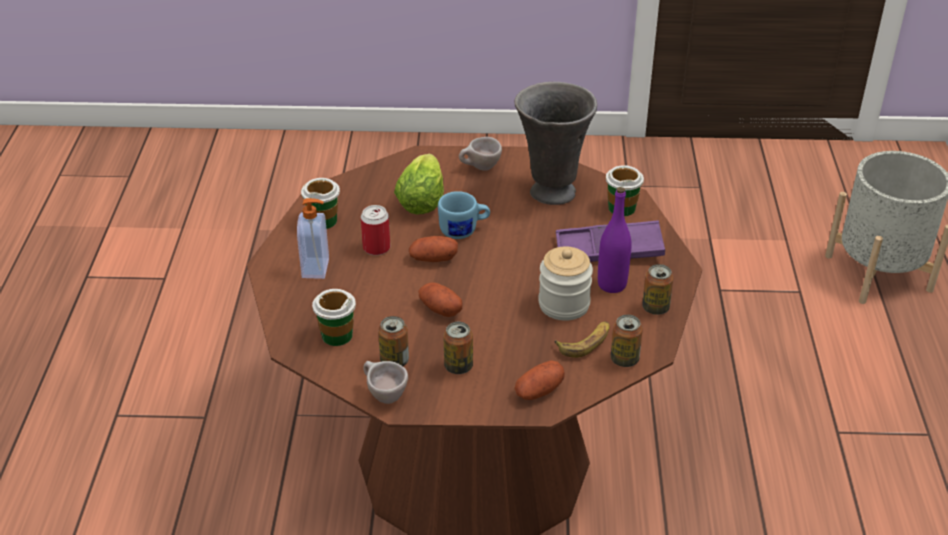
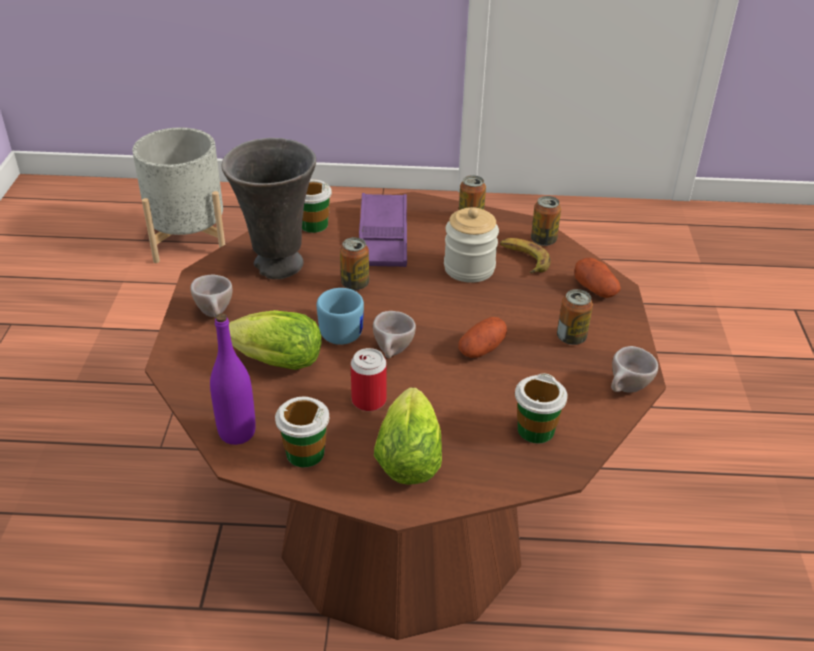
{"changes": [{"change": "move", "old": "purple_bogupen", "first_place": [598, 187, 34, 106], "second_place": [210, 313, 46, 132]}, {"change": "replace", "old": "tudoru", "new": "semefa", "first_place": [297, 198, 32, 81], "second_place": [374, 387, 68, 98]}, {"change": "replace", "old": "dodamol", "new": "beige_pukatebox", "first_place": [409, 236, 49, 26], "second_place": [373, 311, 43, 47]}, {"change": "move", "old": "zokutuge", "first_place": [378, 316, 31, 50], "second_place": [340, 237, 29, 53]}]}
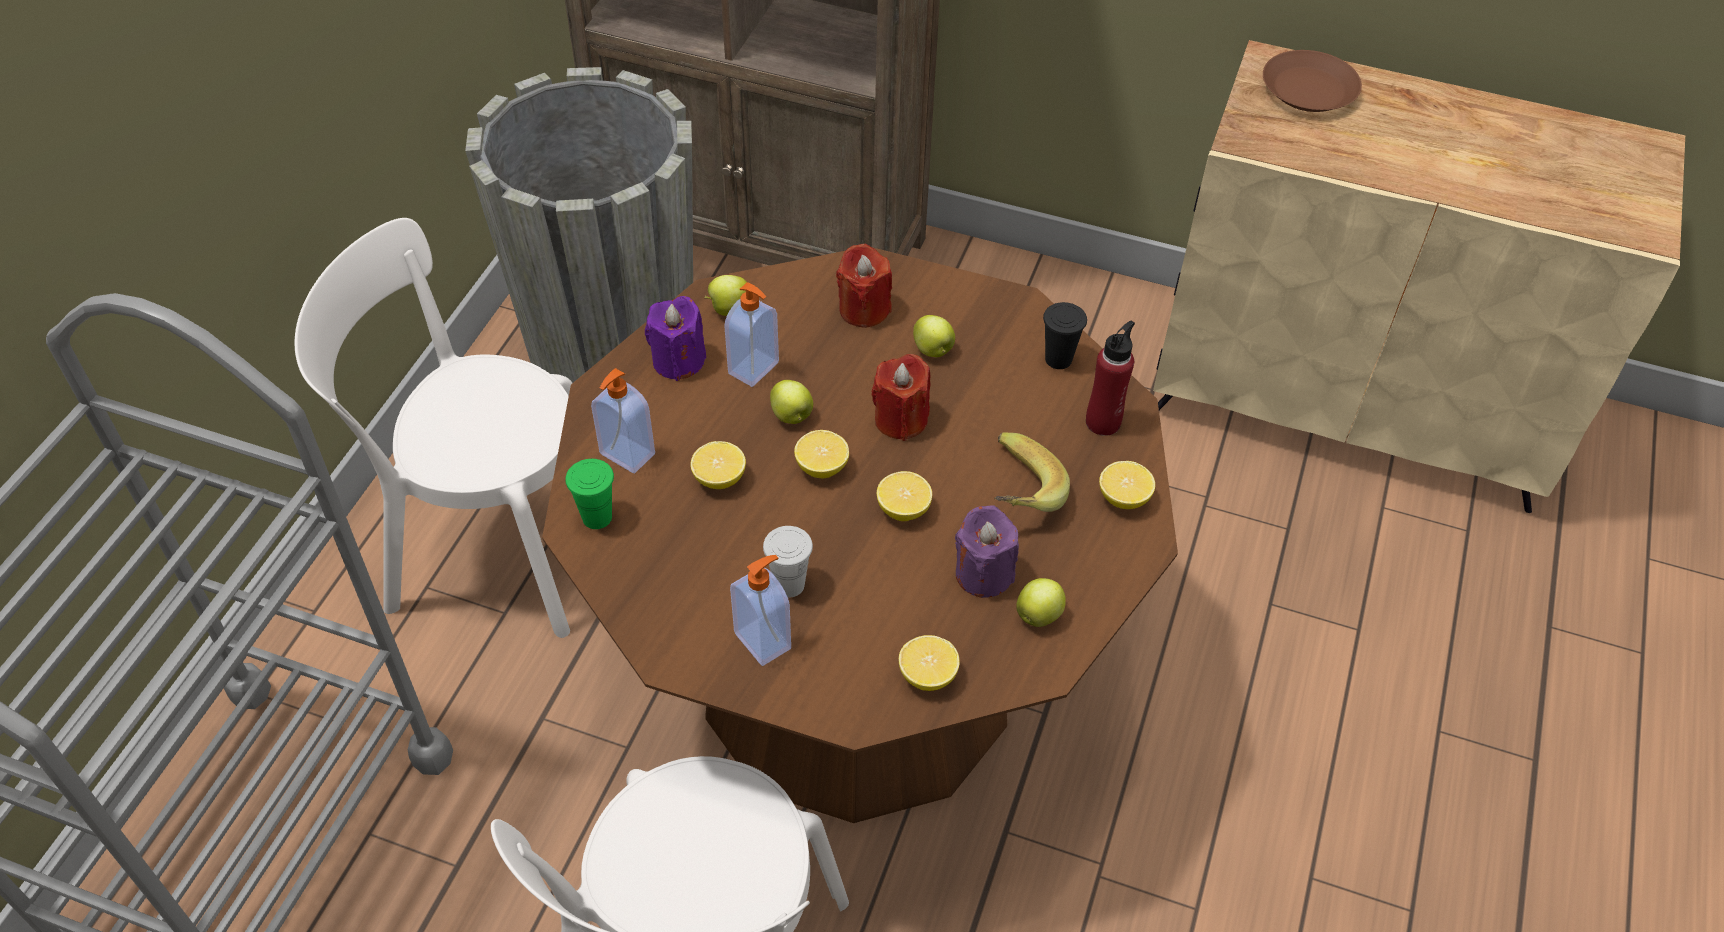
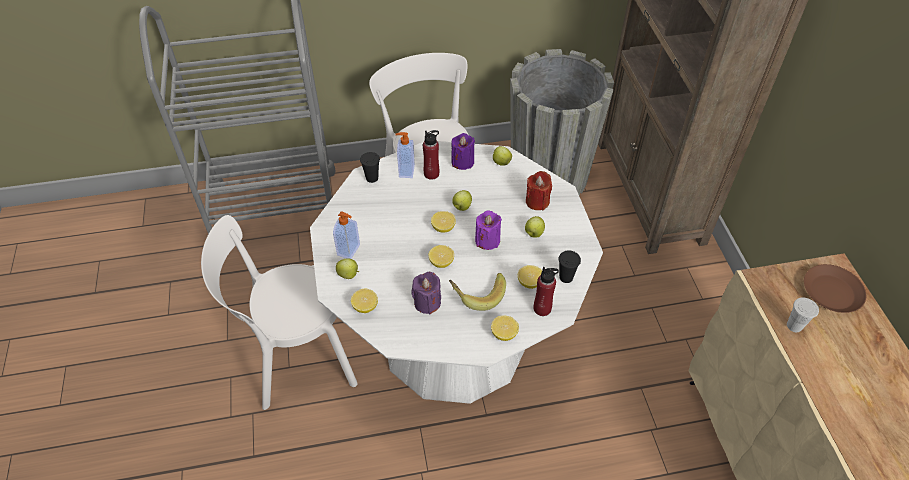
{"changes": [{"change": "recolor", "old": "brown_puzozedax", "new": "white_puzozedax", "first_place": [542, 247, 636, 576], "second_place": [310, 141, 293, 263]}, {"change": "delete", "old": "tudoru", "first_place": [724, 282, 55, 105]}, {"change": "recolor", "old": "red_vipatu", "new": "purple_vipatu", "first_place": [872, 354, 58, 87], "second_place": [475, 210, 27, 40]}, {"change": "move", "old": "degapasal", "first_place": [690, 441, 56, 48], "second_place": [518, 265, 24, 24]}, {"change": "recolor", "old": "green_pukatebox", "new": "black_pukatebox", "first_place": [565, 459, 49, 70], "second_place": [360, 152, 20, 31]}, {"change": "move", "old": "white_pukatebox", "first_place": [763, 526, 50, 72], "second_place": [787, 298, 32, 34]}, {"change": "move", "old": "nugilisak", "first_place": [1016, 578, 50, 49], "second_place": [336, 259, 23, 20]}, {"change": "insert", "new": "red_bogupen", "second_place": [423, 130, 16, 50]}]}
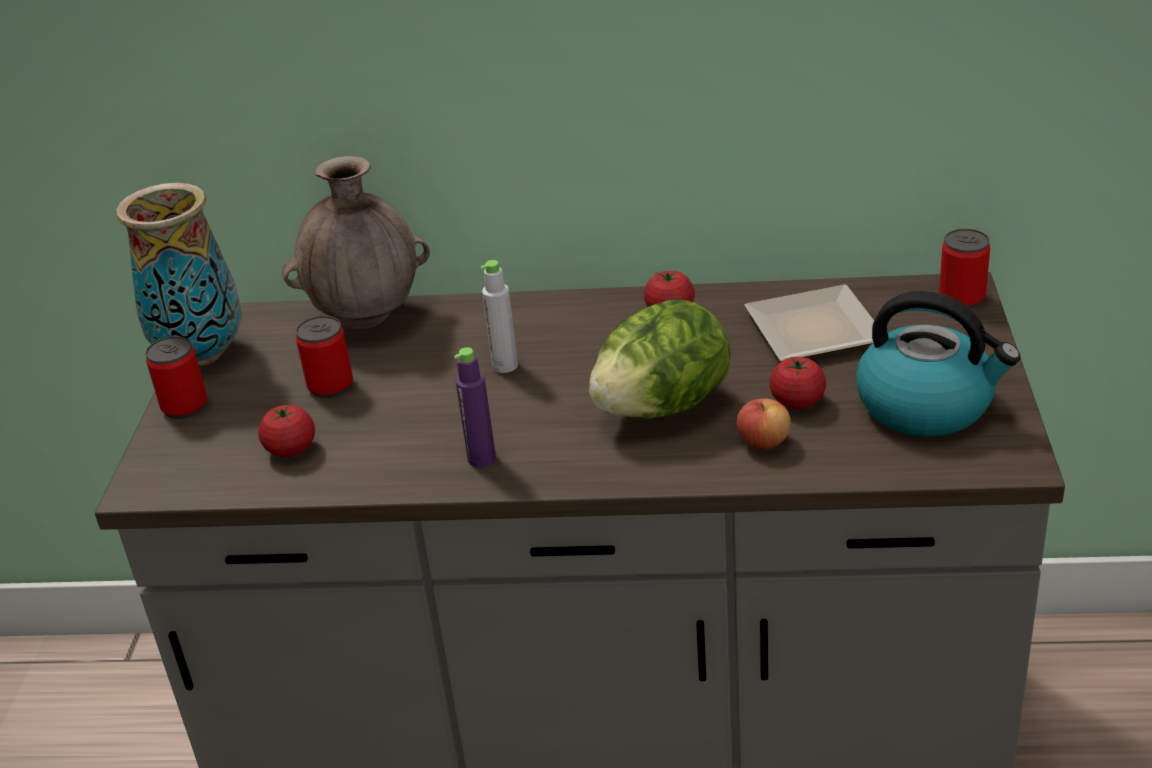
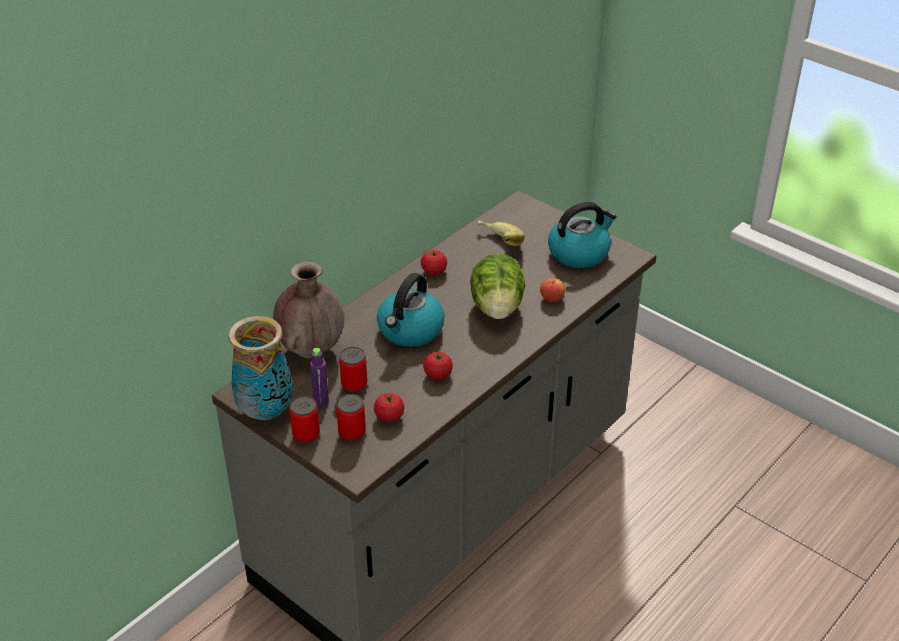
{"changes": [{"change": "move", "old": "zokutuge", "first_place": [939, 229, 51, 80], "second_place": [336, 394, 30, 47]}, {"change": "replace", "old": "grey_bogupen", "new": "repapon", "first_place": [481, 260, 37, 113], "second_place": [377, 273, 68, 74]}, {"change": "replace", "old": "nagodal", "new": "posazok", "first_place": [745, 285, 129, 77], "second_place": [478, 220, 47, 26]}, {"change": "move", "old": "purple_bogupen", "first_place": [454, 348, 42, 119], "second_place": [310, 348, 19, 59]}, {"change": "move", "old": "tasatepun", "first_place": [769, 357, 57, 52], "second_place": [423, 352, 30, 27]}]}
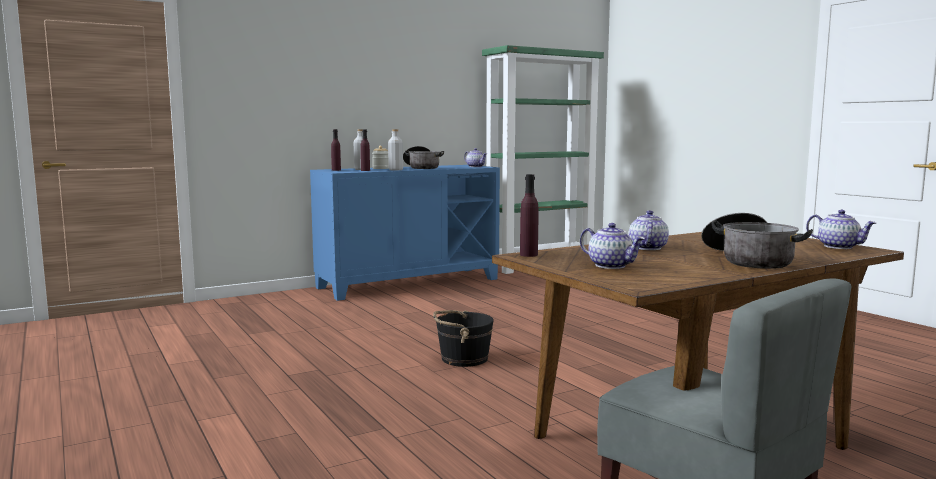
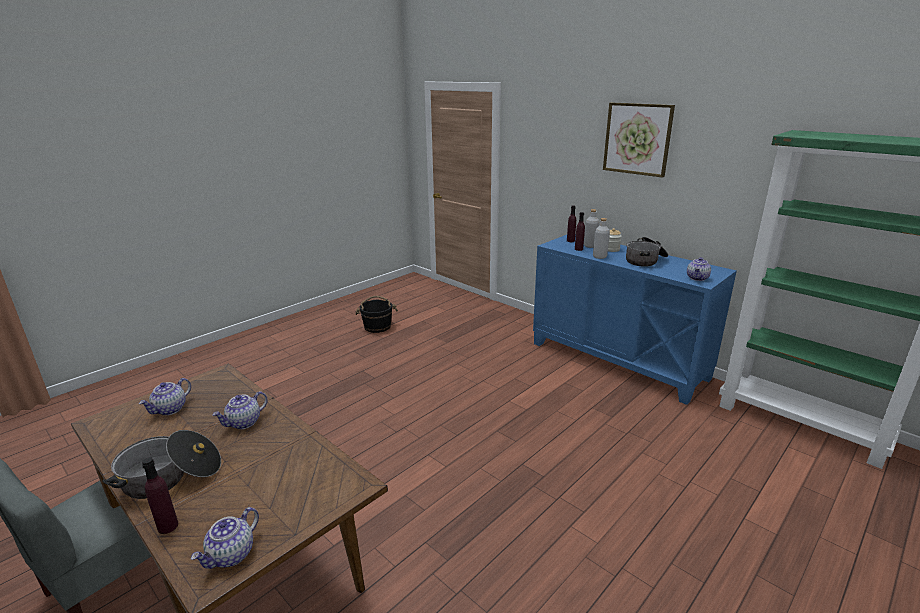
{"changes": [{"change": "move", "old": "purple_bogupen", "first_place": [520, 174, 19, 83], "second_place": [142, 457, 36, 77]}, {"change": "rotate", "old": "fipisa", "first_place": [629, 210, 40, 40], "second_place": [212, 391, 56, 38], "degrees": 135}, {"change": "move", "old": "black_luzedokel", "first_place": [433, 310, 61, 57], "second_place": [355, 296, 43, 37]}, {"change": "insert", "new": "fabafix", "second_place": [603, 103, 72, 75]}]}
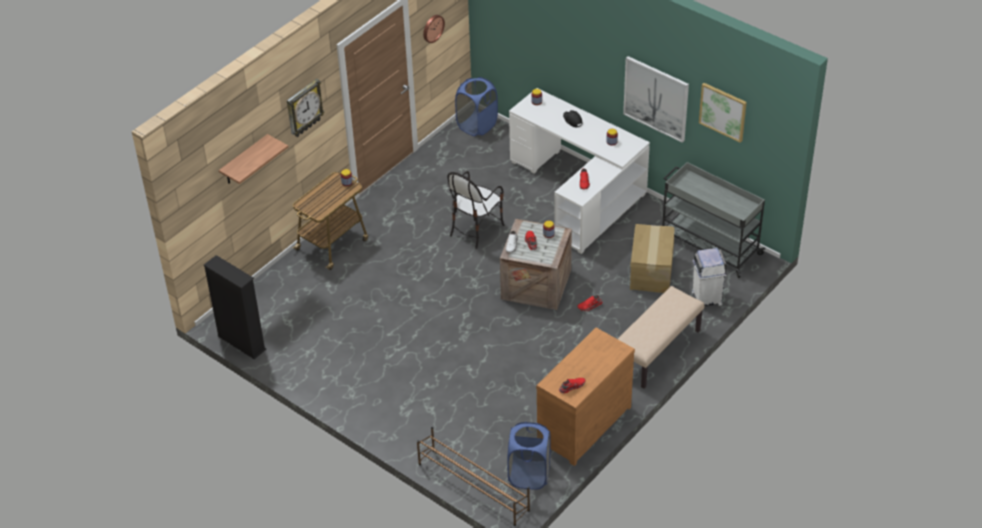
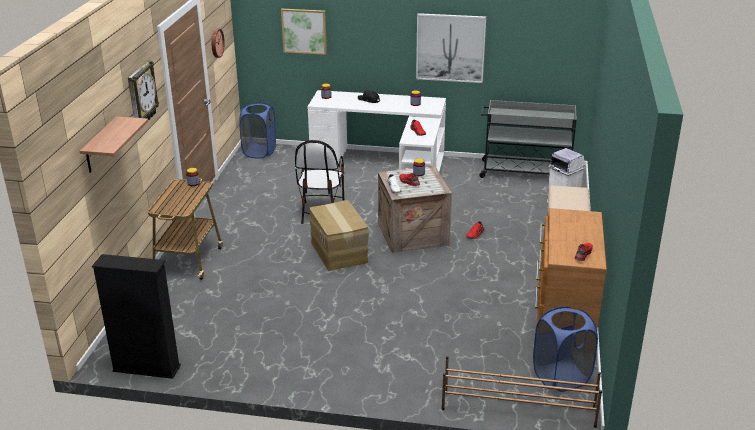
{"changes": [{"change": "move", "old": "fabafix", "first_place": [699, 83, 48, 60], "second_place": [281, 9, 46, 46]}, {"change": "move", "old": "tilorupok", "first_place": [630, 224, 44, 69], "second_place": [309, 200, 60, 71]}]}
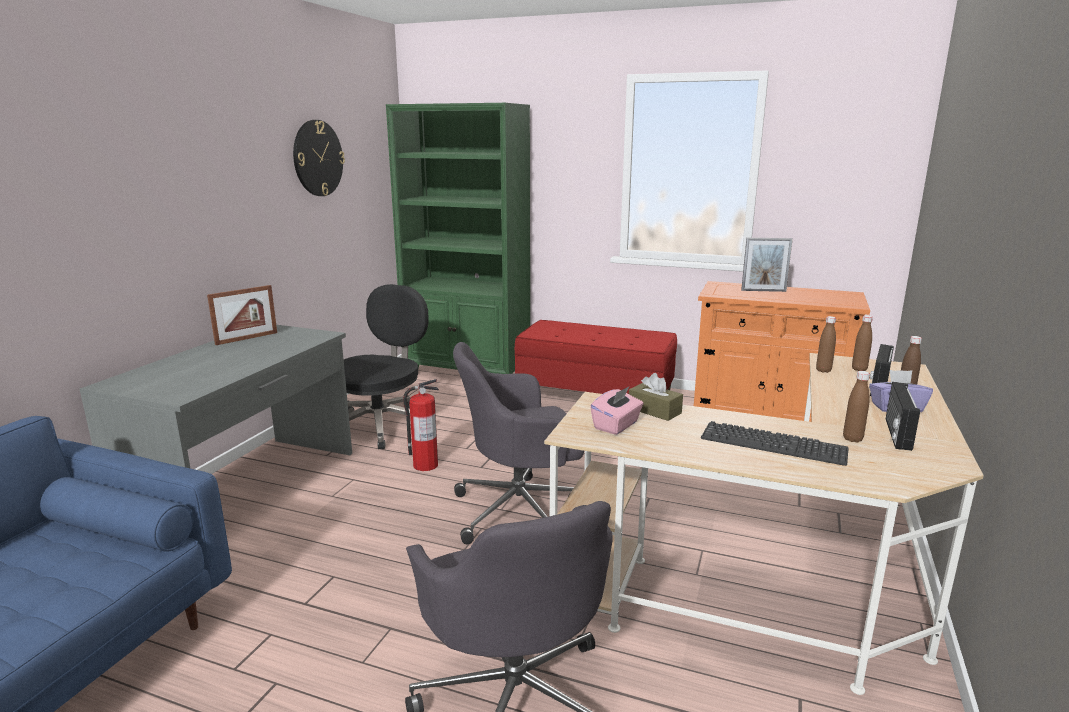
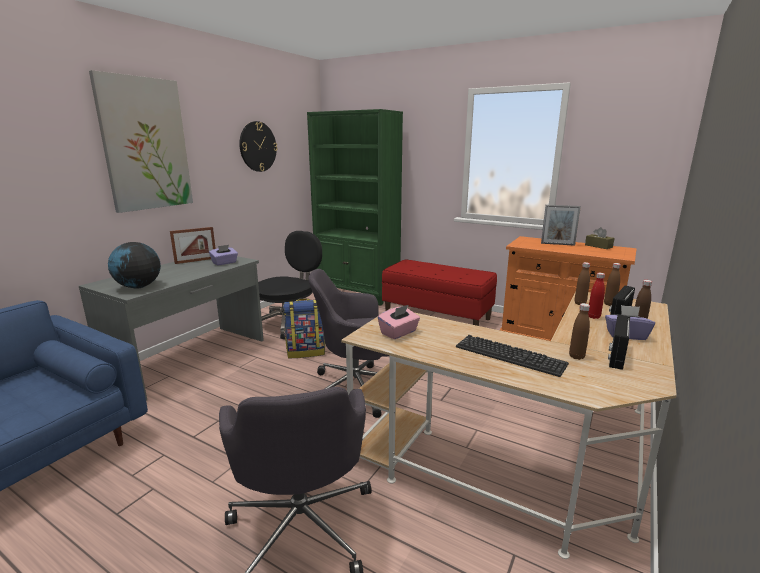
{"changes": [{"change": "move", "old": "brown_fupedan", "first_place": [629, 373, 54, 48], "second_place": [585, 227, 30, 22]}, {"change": "replace", "old": "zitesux", "new": "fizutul", "first_place": [403, 379, 36, 92], "second_place": [283, 298, 42, 60]}, {"change": "insert", "new": "fabafix", "second_place": [89, 70, 104, 143]}, {"change": "insert", "new": "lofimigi", "second_place": [108, 242, 53, 47]}, {"change": "insert", "new": "purple_fupedan", "second_place": [209, 245, 29, 20]}, {"change": "insert", "new": "red_bogupen", "second_place": [588, 273, 17, 46]}]}
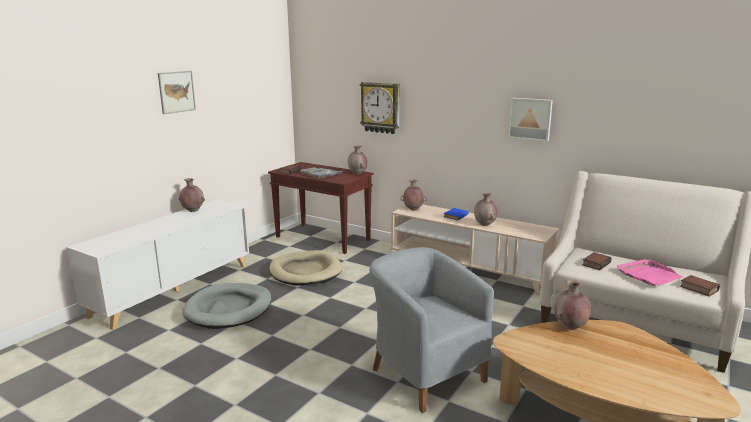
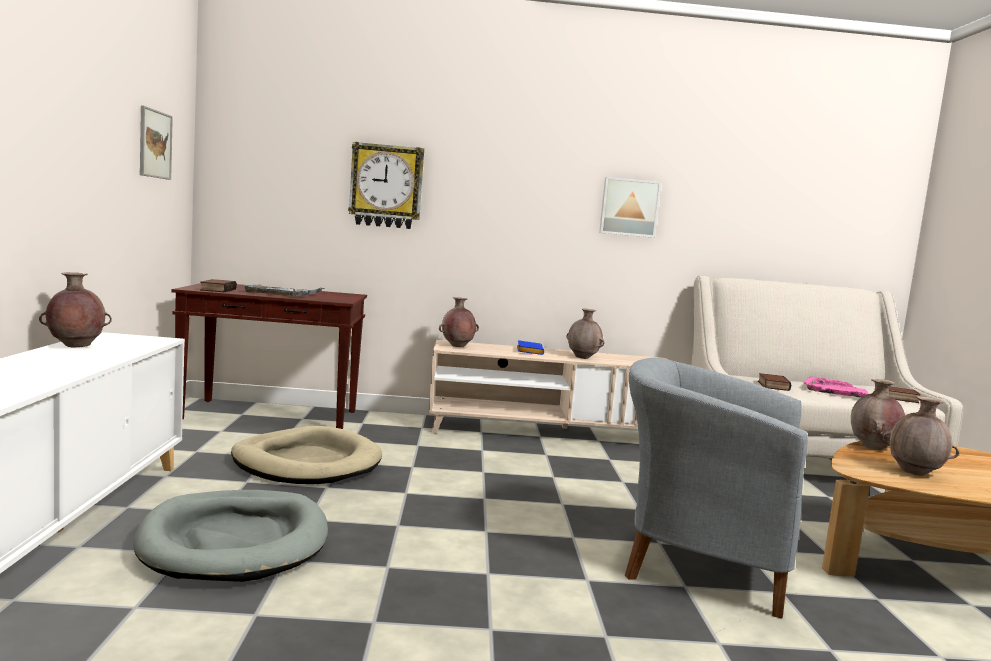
{"changes": [{"change": "move", "old": "fabafix", "first_place": [158, 71, 38, 43], "second_place": [140, 105, 33, 75]}, {"change": "move", "old": "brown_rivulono", "first_place": [347, 145, 21, 30], "second_place": [882, 396, 77, 80]}]}
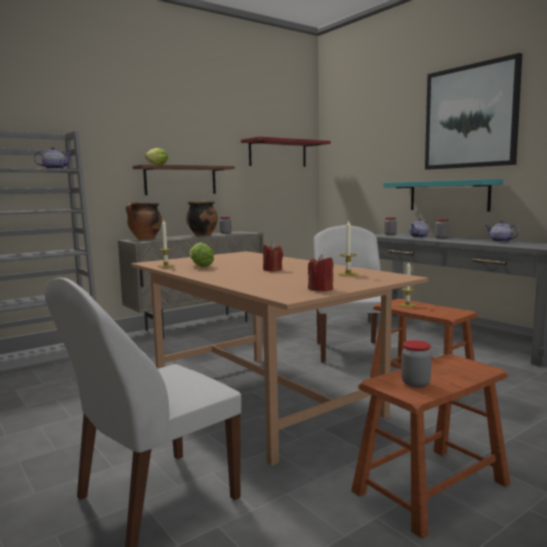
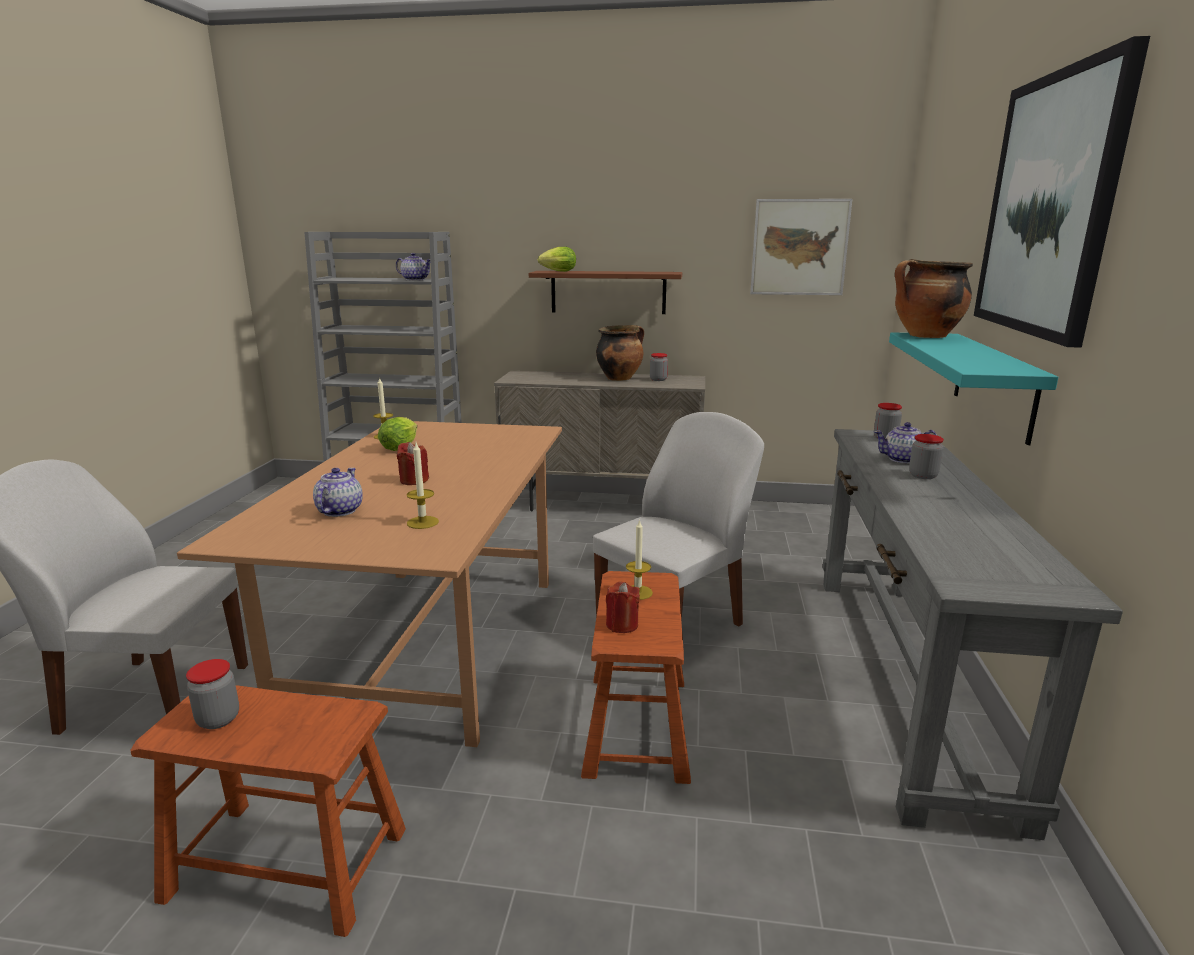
{"changes": [{"change": "replace", "old": "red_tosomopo", "new": "fabafix", "first_place": [241, 137, 90, 30], "second_place": [750, 199, 102, 96]}, {"change": "move", "old": "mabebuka", "first_place": [126, 202, 36, 37], "second_place": [895, 259, 78, 79]}, {"change": "move", "old": "fipisa", "first_place": [485, 221, 34, 21], "second_place": [313, 468, 50, 49]}, {"change": "move", "old": "red_vipatu", "first_place": [308, 254, 26, 37], "second_place": [606, 582, 34, 51]}]}
